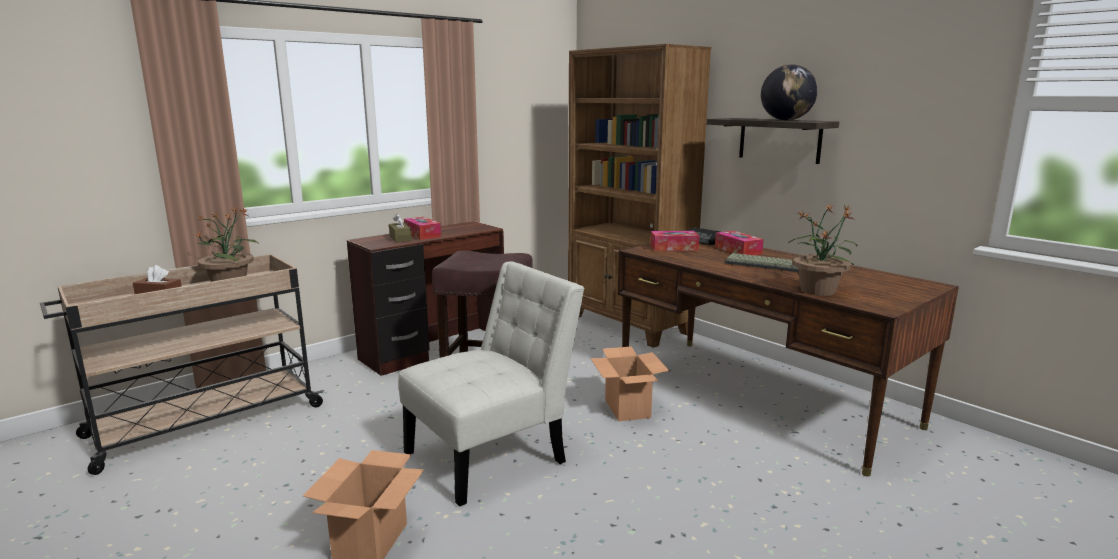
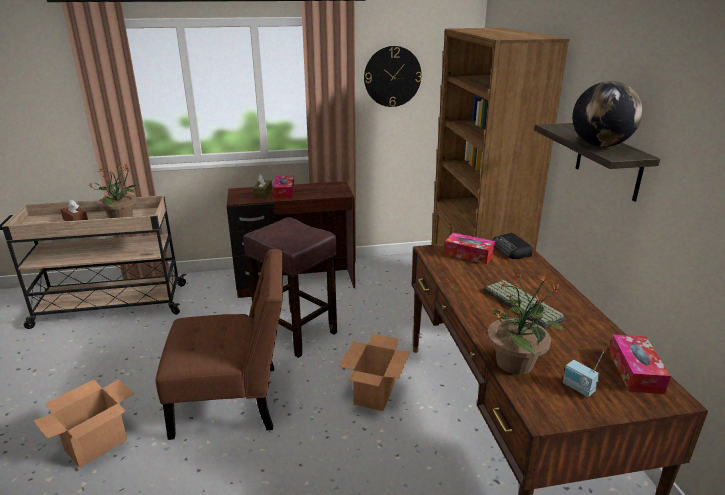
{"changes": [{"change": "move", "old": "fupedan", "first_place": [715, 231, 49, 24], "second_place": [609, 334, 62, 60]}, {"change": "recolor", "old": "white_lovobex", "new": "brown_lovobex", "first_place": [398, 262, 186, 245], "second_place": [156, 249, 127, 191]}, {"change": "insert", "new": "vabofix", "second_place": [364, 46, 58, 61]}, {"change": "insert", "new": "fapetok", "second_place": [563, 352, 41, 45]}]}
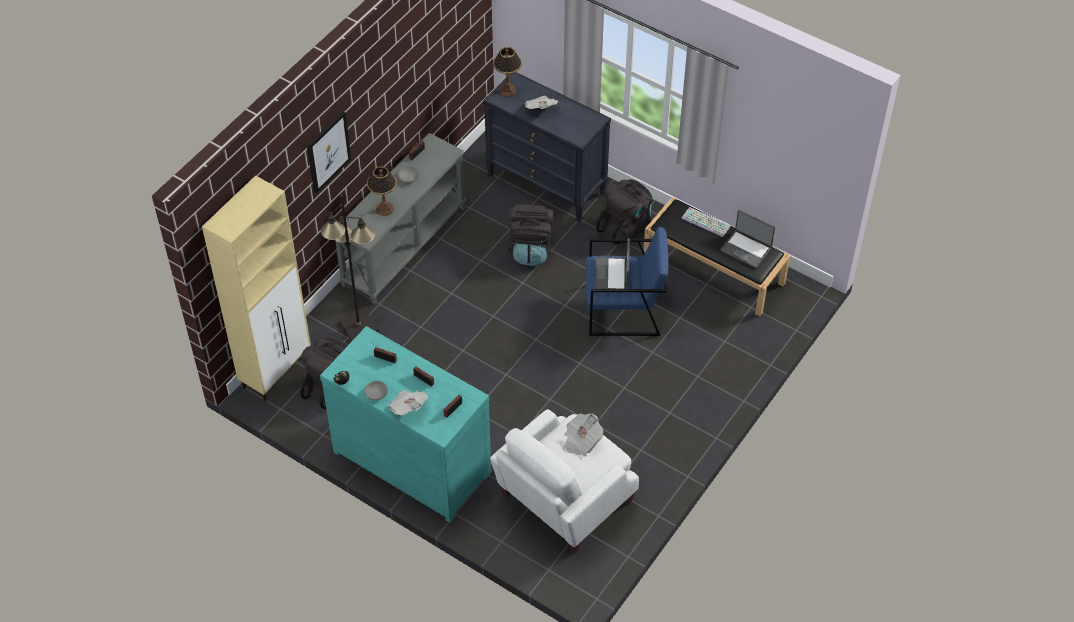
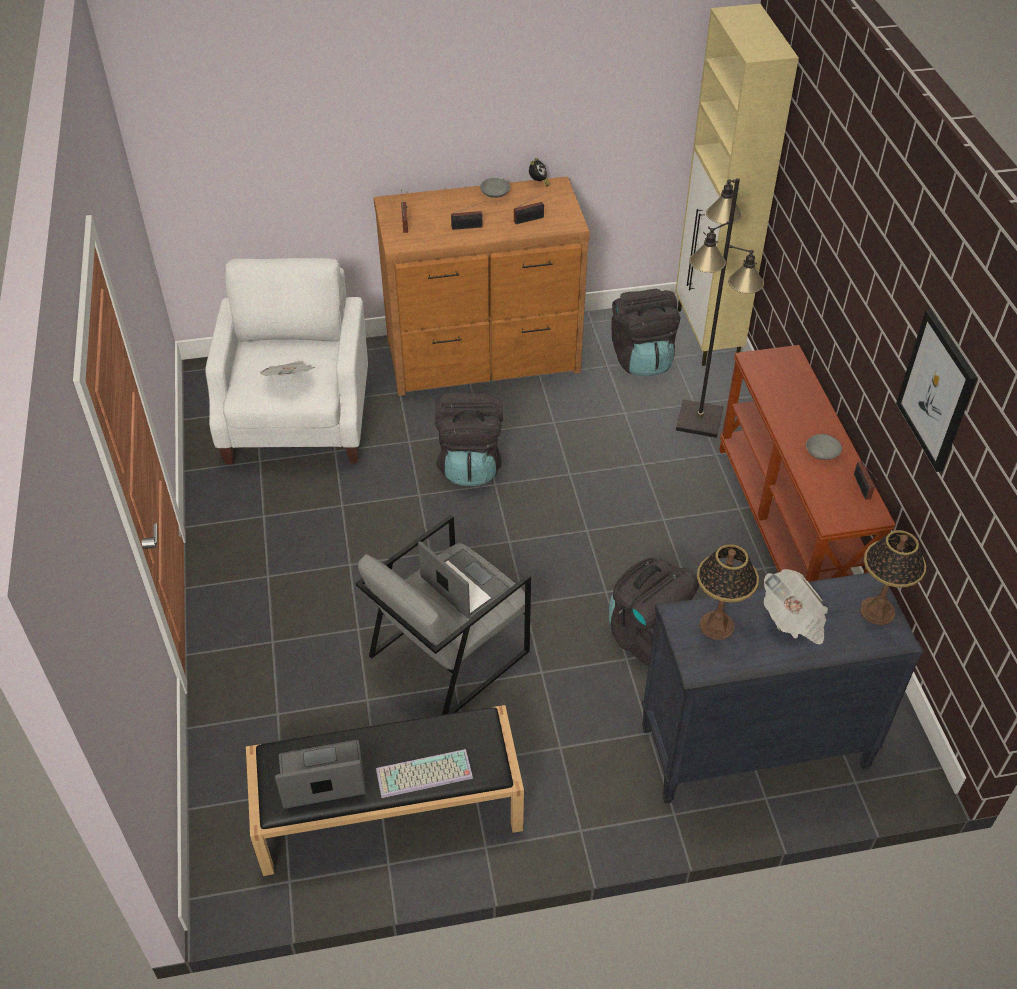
{"changes": [{"change": "move", "old": "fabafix", "first_place": [307, 111, 44, 83], "second_place": [896, 310, 81, 162]}, {"change": "recolor", "old": "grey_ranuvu", "new": "brown_ranuvu", "first_place": [336, 133, 130, 171], "second_place": [719, 345, 177, 237]}, {"change": "move", "old": "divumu", "first_place": [367, 167, 30, 49], "second_place": [697, 544, 62, 96]}, {"change": "move", "old": "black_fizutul", "first_place": [596, 179, 56, 66], "second_place": [434, 392, 69, 94]}, {"change": "recolor", "old": "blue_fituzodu", "new": "grey_fituzodu", "first_place": [586, 227, 82, 109], "second_place": [356, 515, 175, 200]}, {"change": "recolor", "old": "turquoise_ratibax", "new": "brown_ratibax", "first_place": [320, 326, 171, 197], "second_place": [374, 176, 216, 220]}, {"change": "delete", "old": "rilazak", "first_place": [387, 390, 41, 25]}]}
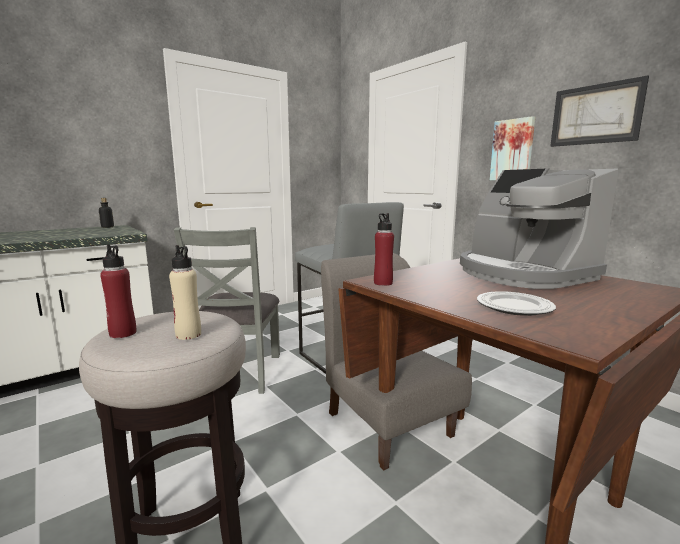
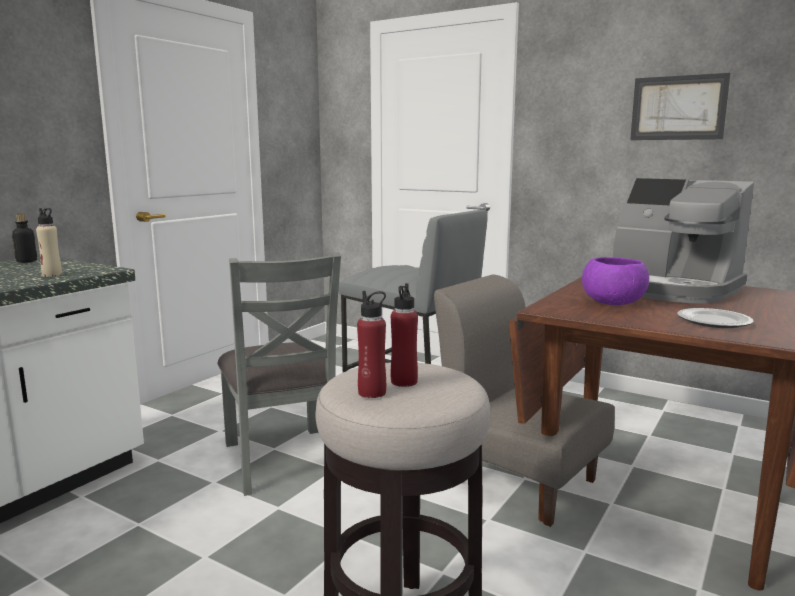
{"changes": [{"change": "delete", "old": "fabafix", "first_place": [490, 116, 45, 64]}, {"change": "move", "old": "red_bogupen", "first_place": [374, 213, 20, 73], "second_place": [391, 283, 27, 104]}, {"change": "move", "old": "beige_bogupen", "first_place": [169, 245, 32, 95], "second_place": [36, 208, 26, 69]}, {"change": "insert", "new": "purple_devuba", "second_place": [582, 257, 67, 48]}]}
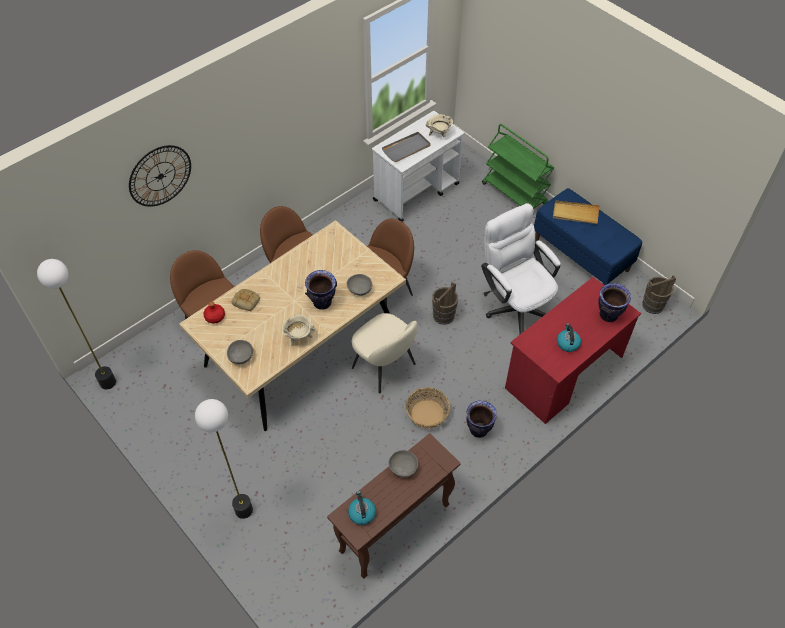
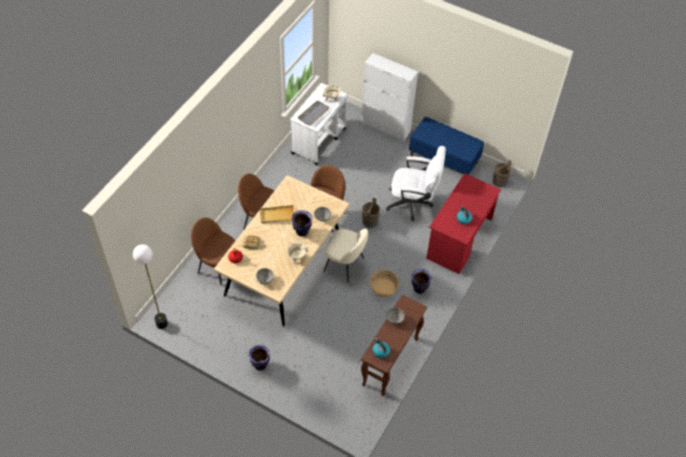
{"changes": [{"change": "replace", "old": "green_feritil", "new": "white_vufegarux", "first_place": [482, 124, 72, 85], "second_place": [361, 53, 57, 88]}, {"change": "delete", "old": "vabofix", "first_place": [129, 145, 62, 62]}, {"change": "move", "old": "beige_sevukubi", "first_place": [553, 200, 47, 24], "second_place": [260, 205, 34, 18]}, {"change": "rotate", "old": "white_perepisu", "first_place": [481, 203, 80, 131], "second_place": [386, 146, 60, 75], "degrees": 150}, {"change": "move", "old": "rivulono", "first_place": [598, 283, 33, 39], "second_place": [249, 345, 21, 26]}, {"change": "delete", "old": "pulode", "first_place": [195, 399, 58, 120]}]}
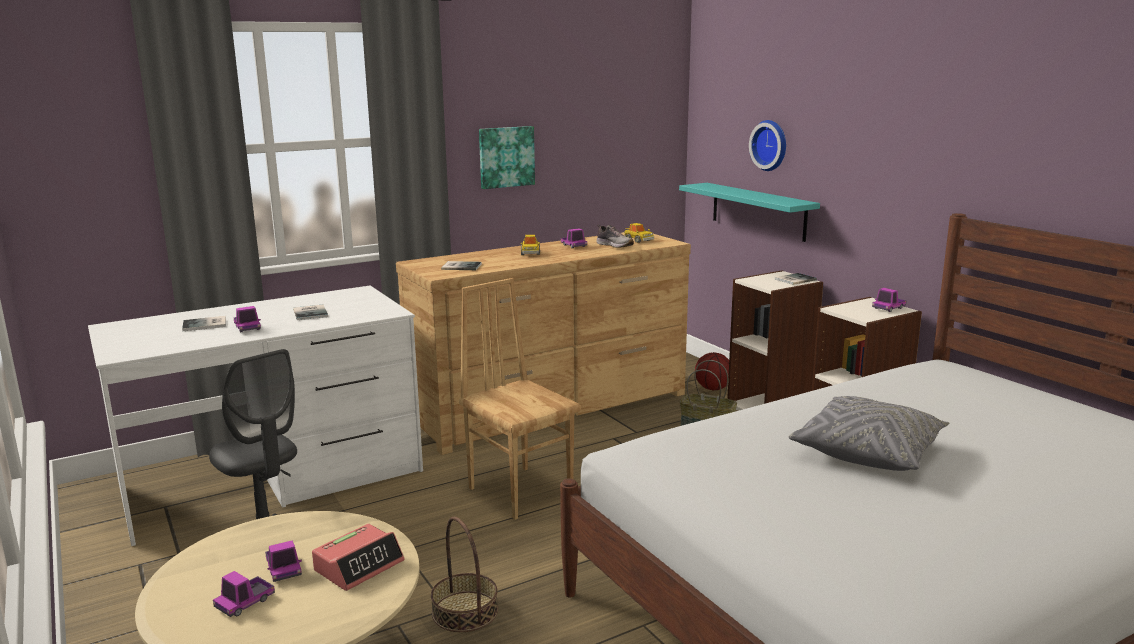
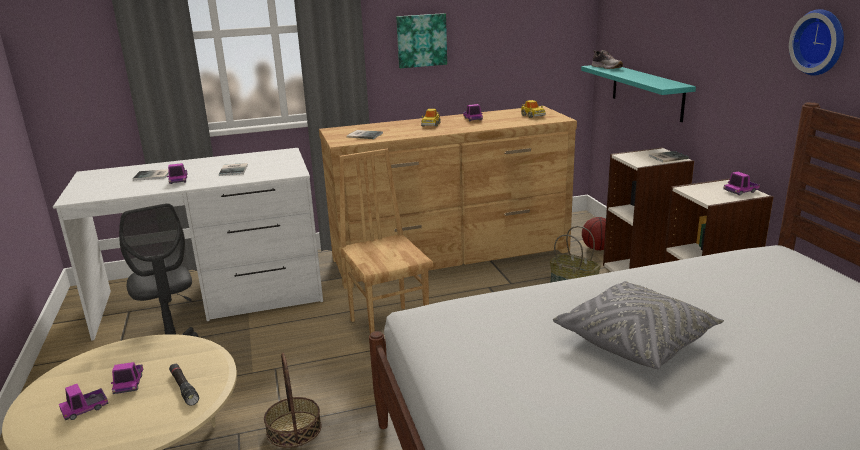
{"changes": [{"change": "move", "old": "vabofix", "first_place": [749, 120, 37, 51], "second_place": [789, 9, 55, 67]}, {"change": "move", "old": "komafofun", "first_place": [596, 224, 38, 24], "second_place": [592, 50, 31, 19]}, {"change": "replace", "old": "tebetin", "new": "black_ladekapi", "first_place": [312, 524, 92, 67], "second_place": [169, 364, 30, 42]}]}
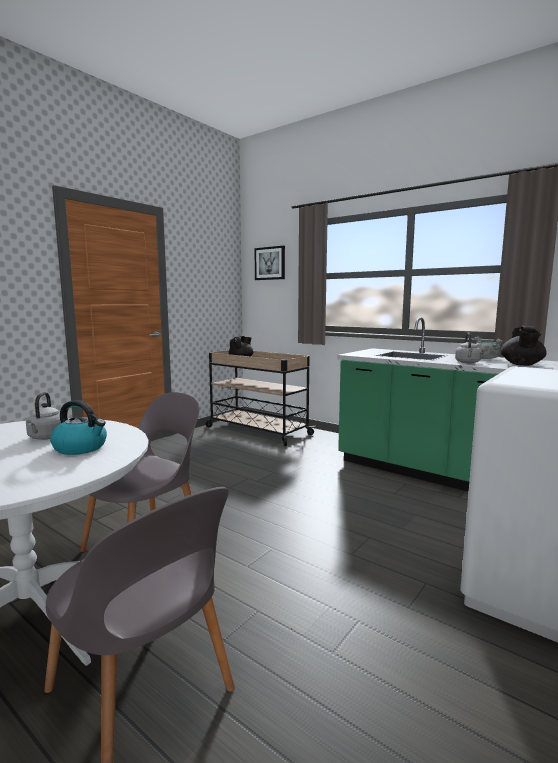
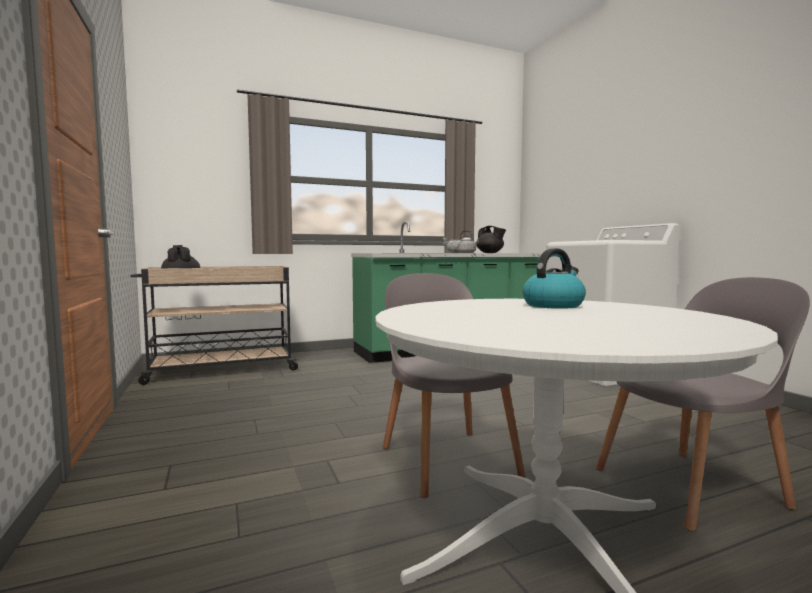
{"changes": [{"change": "delete", "old": "fabafix", "first_place": [255, 246, 30, 34]}, {"change": "delete", "old": "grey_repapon", "first_place": [26, 392, 35, 48]}]}
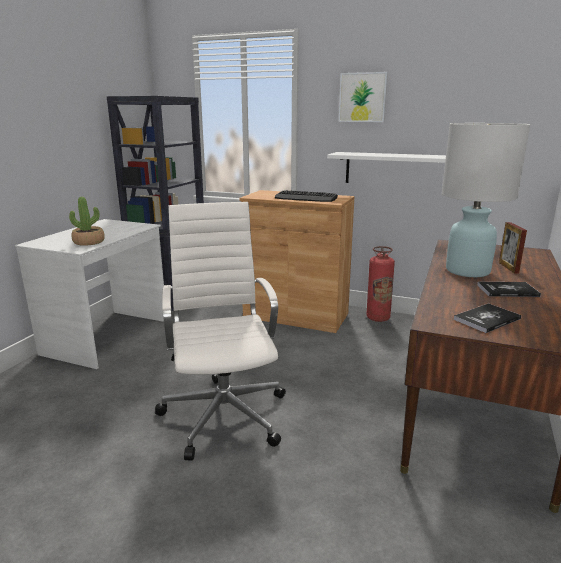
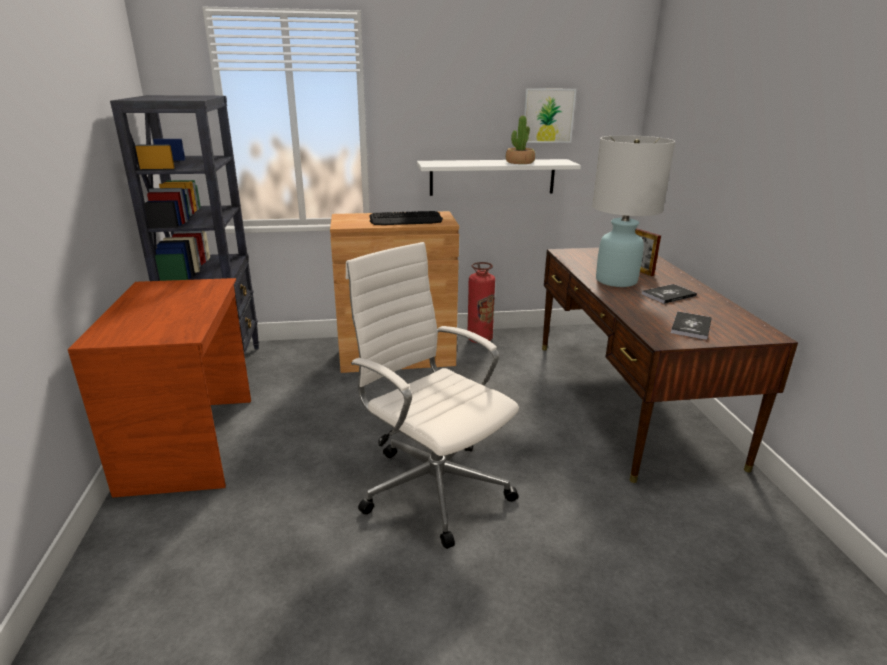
{"changes": [{"change": "move", "old": "fabafix", "first_place": [339, 72, 49, 50], "second_place": [524, 88, 52, 55]}, {"change": "move", "old": "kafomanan", "first_place": [69, 197, 36, 49], "second_place": [506, 116, 29, 48]}, {"change": "recolor", "old": "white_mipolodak", "new": "brown_mipolodak", "first_place": [15, 219, 149, 150], "second_place": [68, 278, 183, 220]}]}
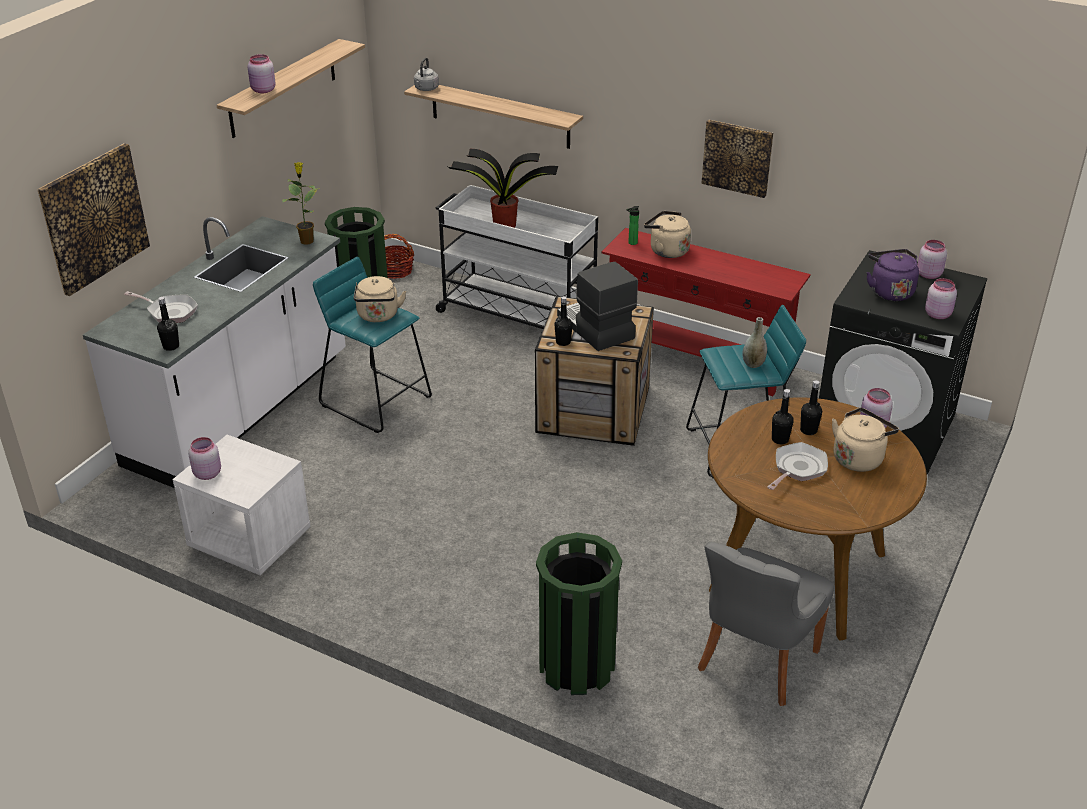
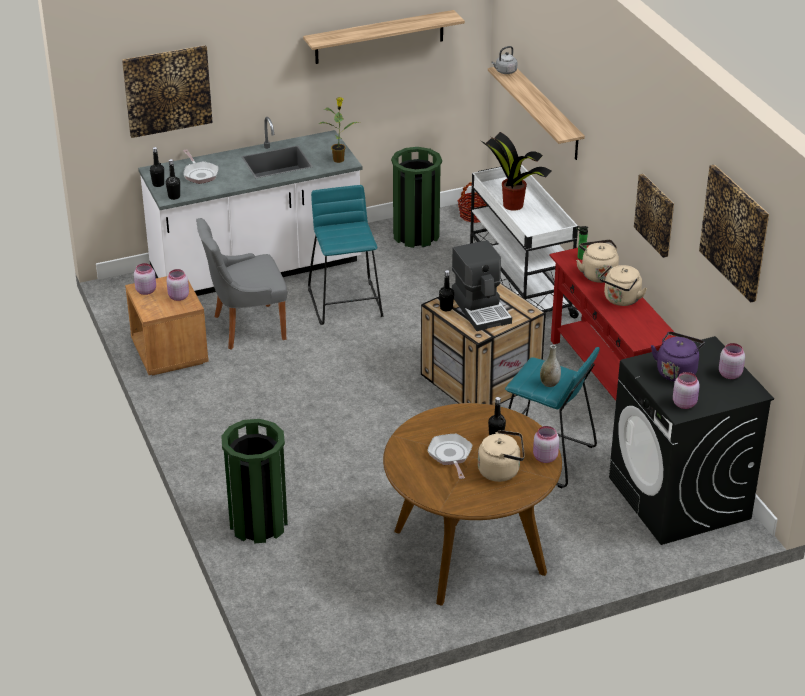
{"changes": [{"change": "move", "old": "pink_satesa", "first_place": [248, 54, 28, 39], "second_place": [167, 269, 22, 32]}, {"change": "rotate", "old": "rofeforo", "first_place": [557, 262, 81, 89], "second_place": [452, 240, 60, 91], "degrees": 150}, {"change": "move", "old": "beige_repapon", "first_place": [354, 276, 52, 46], "second_place": [599, 265, 48, 41]}, {"change": "move", "old": "black_bogupen", "first_place": [772, 389, 22, 55], "second_place": [150, 147, 14, 40]}, {"change": "recolor", "old": "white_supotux", "new": "brown_supotux", "first_place": [173, 435, 138, 140], "second_place": [125, 276, 84, 100]}, {"change": "rotate", "old": "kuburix", "first_place": [767, 442, 61, 48], "second_place": [427, 434, 46, 45], "degrees": -90}, {"change": "move", "old": "grey_lovobex", "first_place": [698, 542, 136, 164], "second_place": [196, 218, 91, 132]}, {"change": "insert", "new": "fabafix", "second_place": [699, 165, 70, 137]}]}
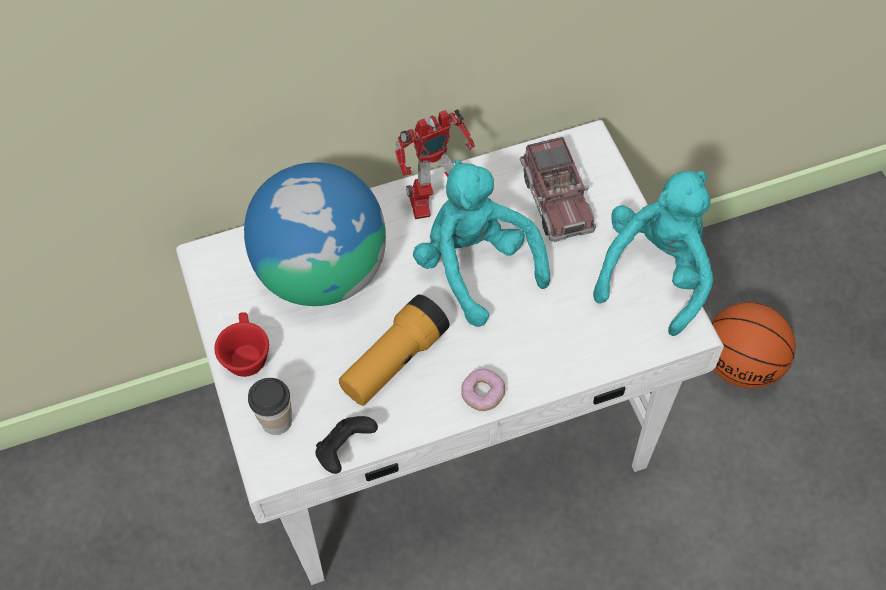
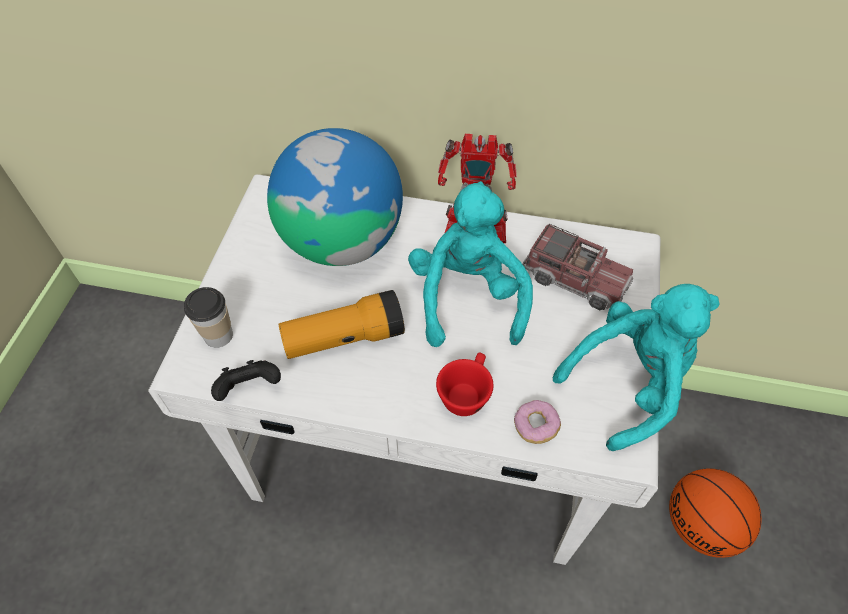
{"changes": [{"change": "rotate", "old": "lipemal", "first_place": [520, 137, 76, 105], "second_place": [522, 224, 111, 86], "degrees": -75}, {"change": "move", "old": "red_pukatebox", "first_place": [214, 312, 55, 65], "second_place": [436, 352, 58, 64]}, {"change": "move", "old": "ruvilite", "first_place": [461, 369, 44, 42], "second_place": [514, 400, 47, 44]}]}
